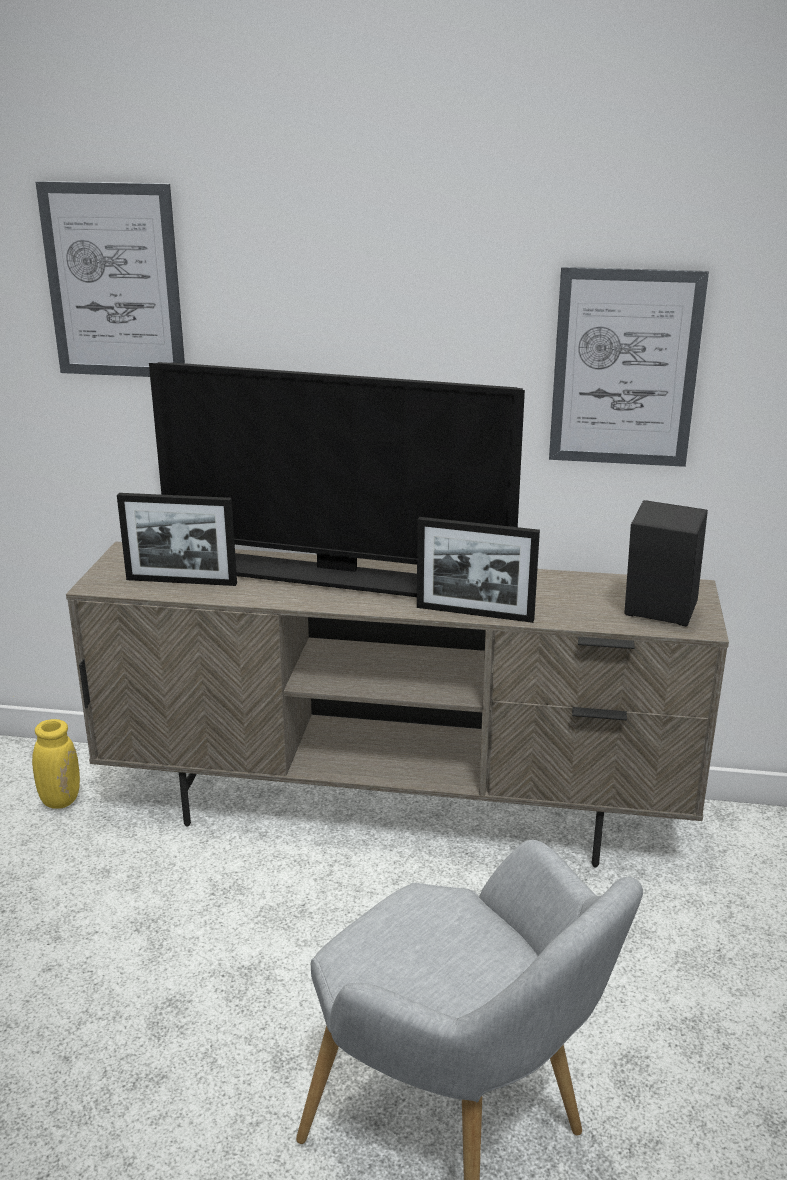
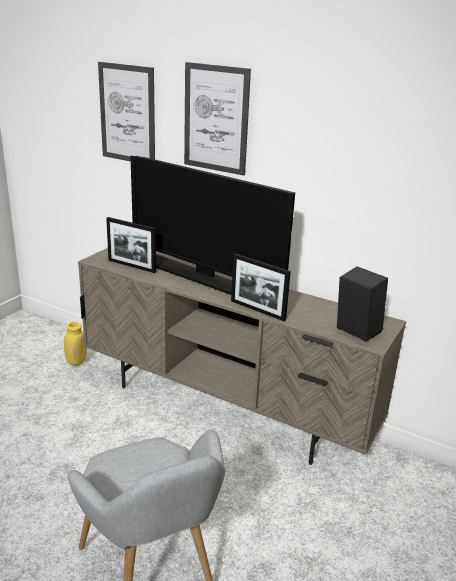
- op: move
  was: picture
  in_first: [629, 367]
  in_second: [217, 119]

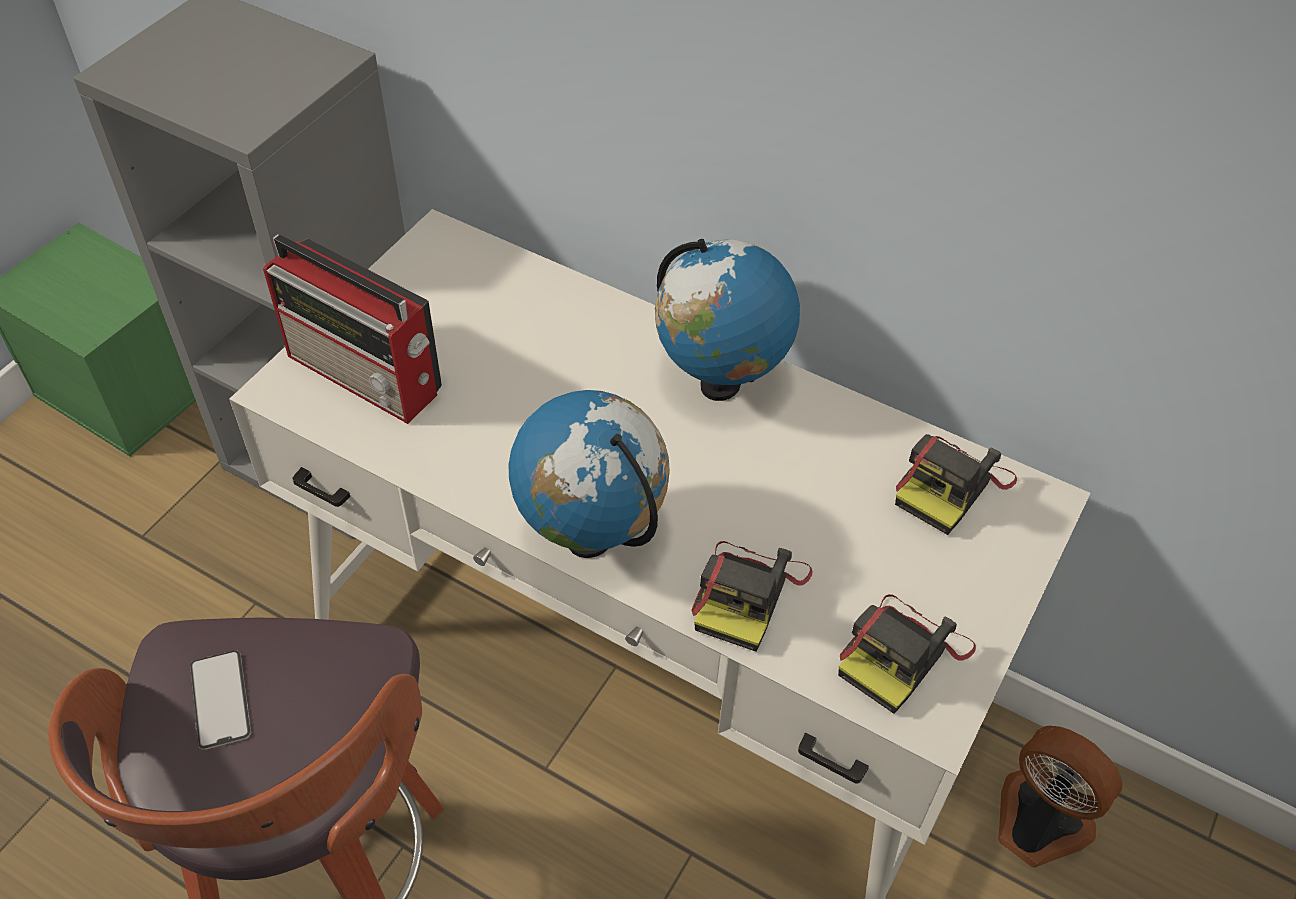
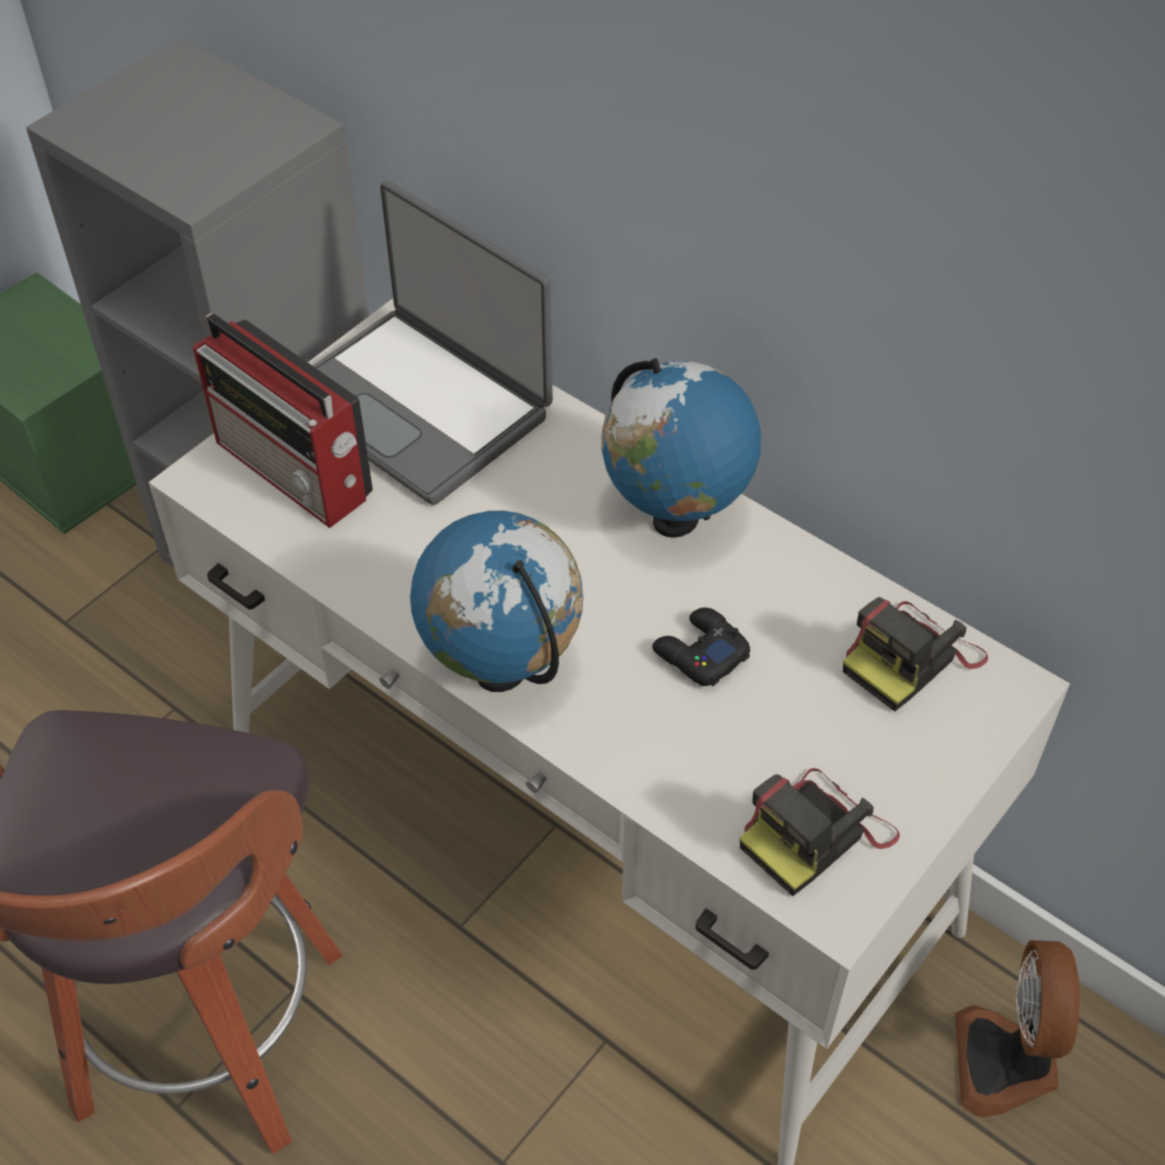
- op: delete
  was: telephone
  in_first: [220, 700]
- op: delete
  was: still camera
  in_first: [752, 596]
- op: rotate
  was: electric fan
  in_first: [1060, 797]
  in_second: [1017, 1028]
  clockwise: -135
- op: insert
  now: portable computer
  in_second: [433, 343]
- op: insert
  now: black-coloured gamepad
  in_second: [701, 647]

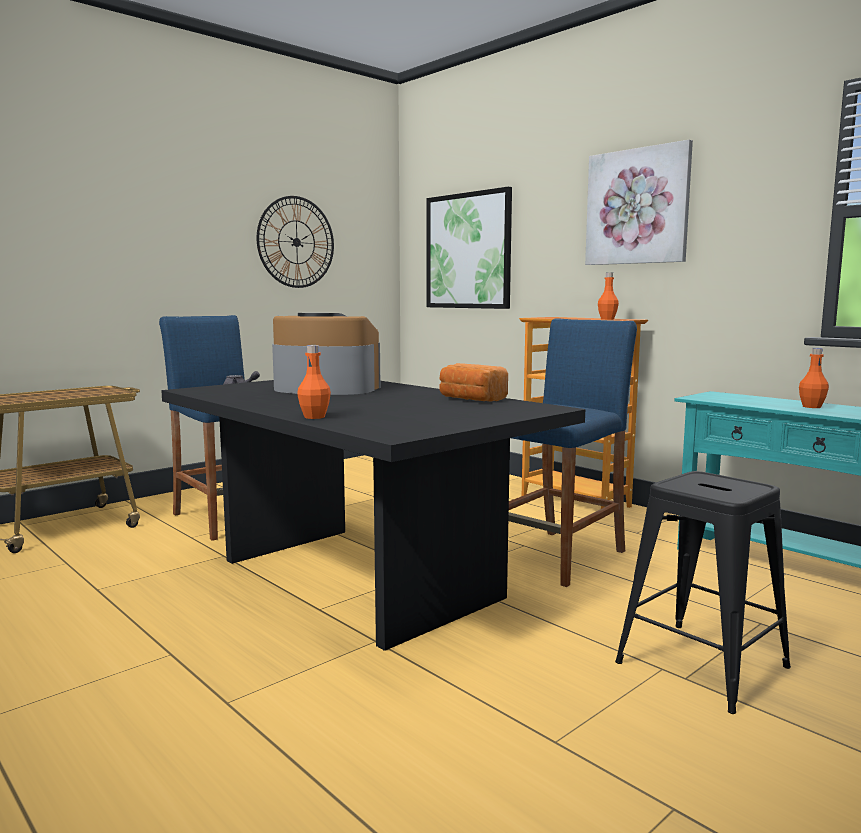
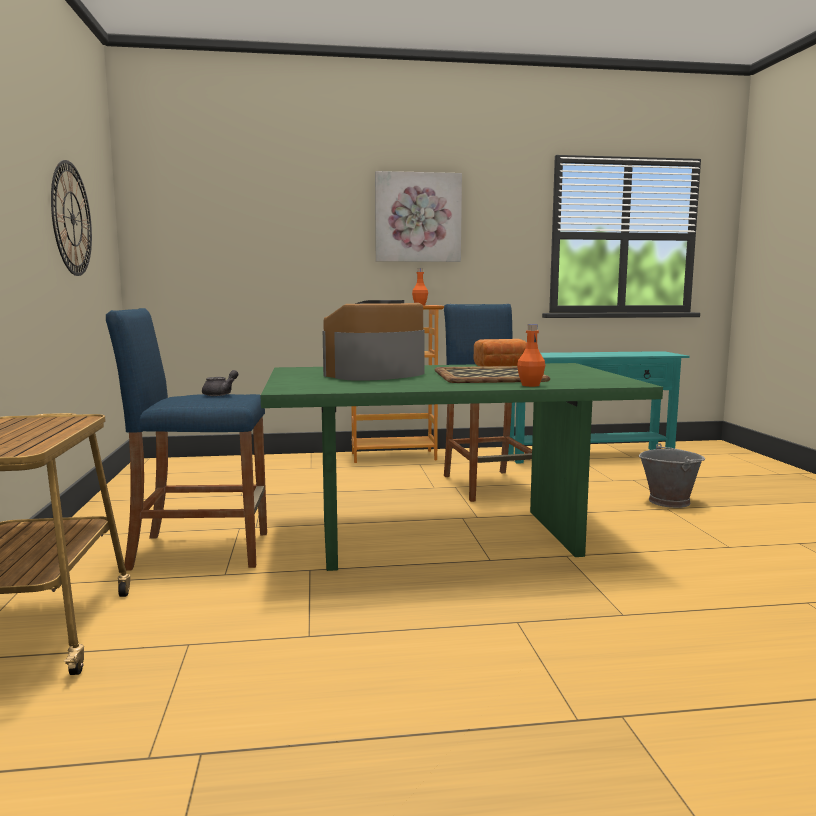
- op: recolor
  was: black-coloured dinner table
  now: greenish dinner table
  in_first: [373, 515]
  in_second: [461, 467]
- op: delete
  was: picture
  in_first: [469, 248]
- op: replace
  was: black-coloured stool seat
  now: gray bucket
  in_first: [703, 592]
  in_second: [672, 475]
- op: delete
  was: orangey drink bottle
  in_first: [814, 378]
- op: insert
  now: serving tray
  in_second: [492, 374]

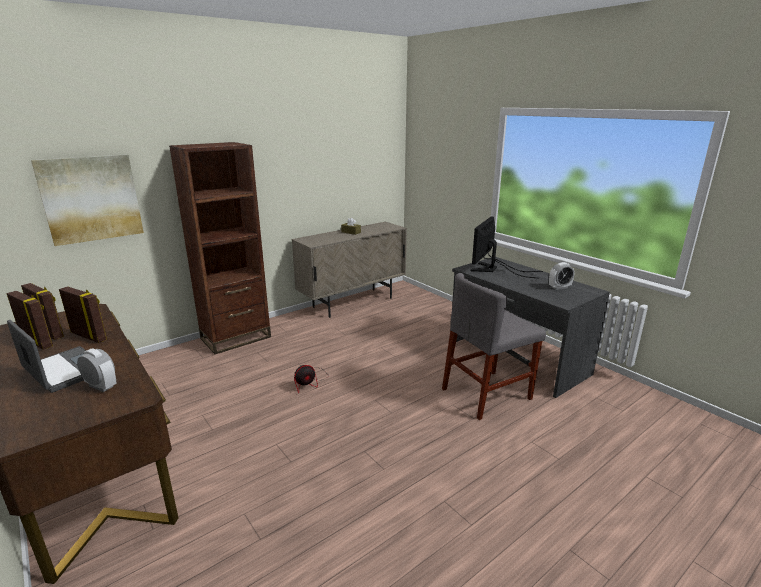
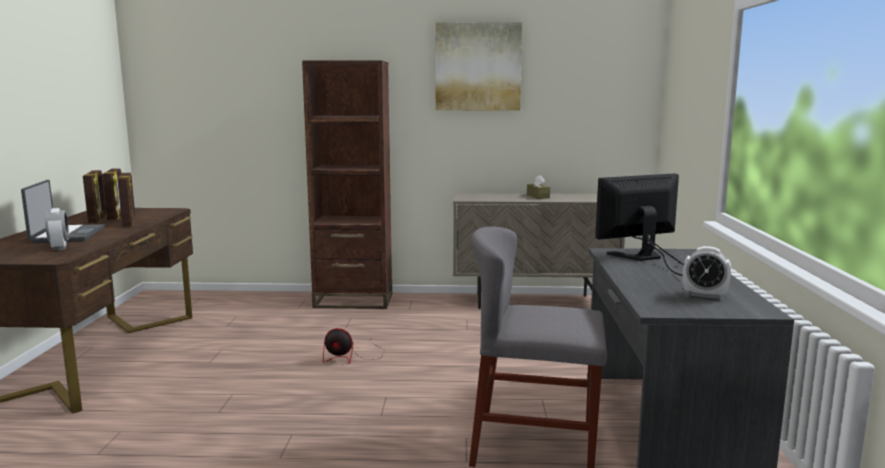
- op: move
  was: picture
  in_first: [87, 200]
  in_second: [478, 66]

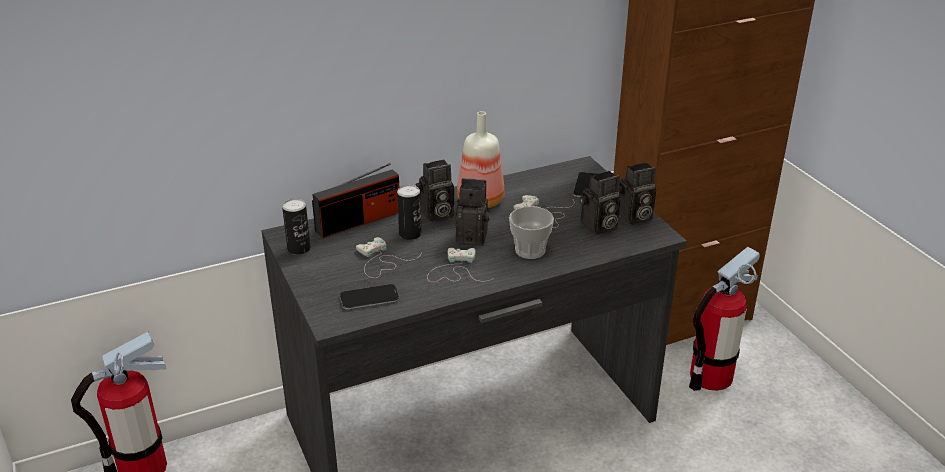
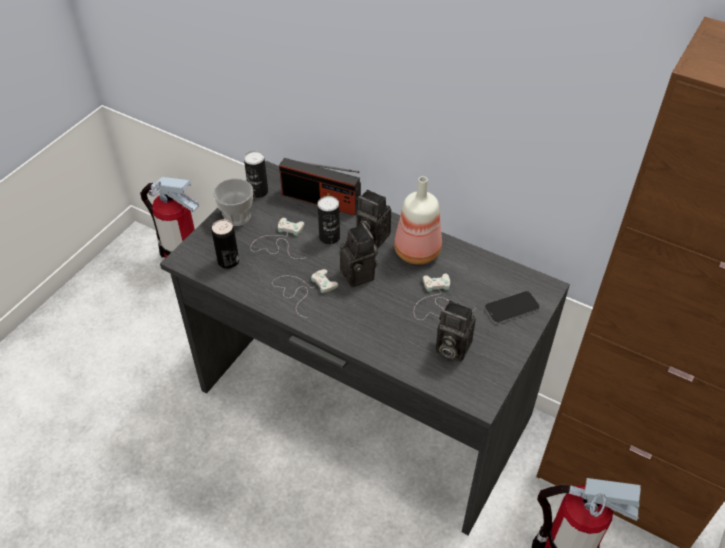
- op: replace
  was: telephone
  now: sealed can
  in_first: [370, 296]
  in_second: [225, 244]
- op: move
  was: small cup
  in_first: [531, 232]
  in_second: [233, 202]
- op: delete
  was: still camera
  in_first: [637, 193]

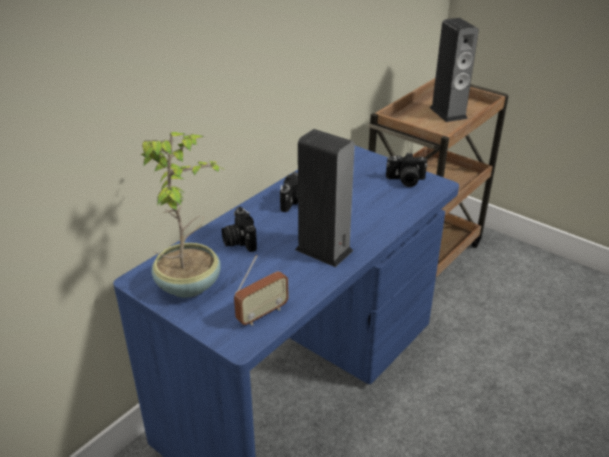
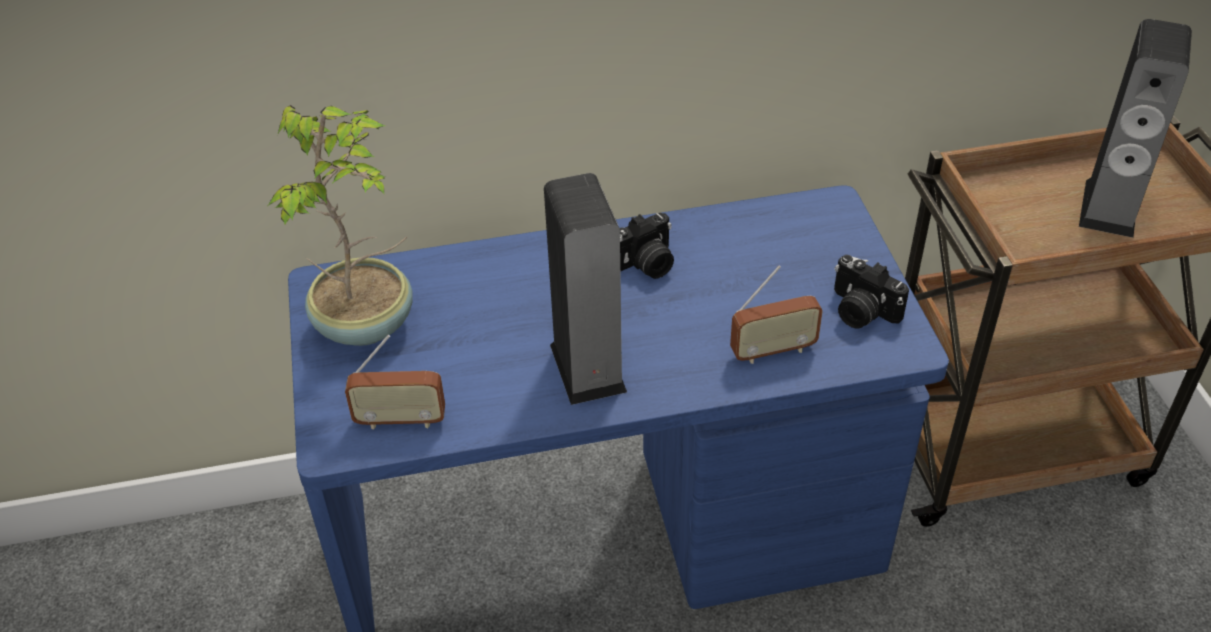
- op: delete
  was: still camera
  in_first: [239, 229]
- op: insert
  now: radio set
  in_second: [776, 315]

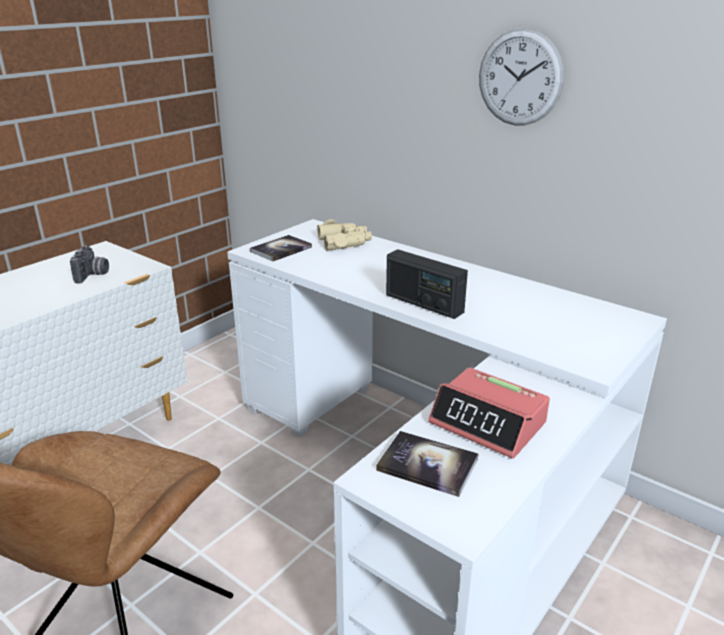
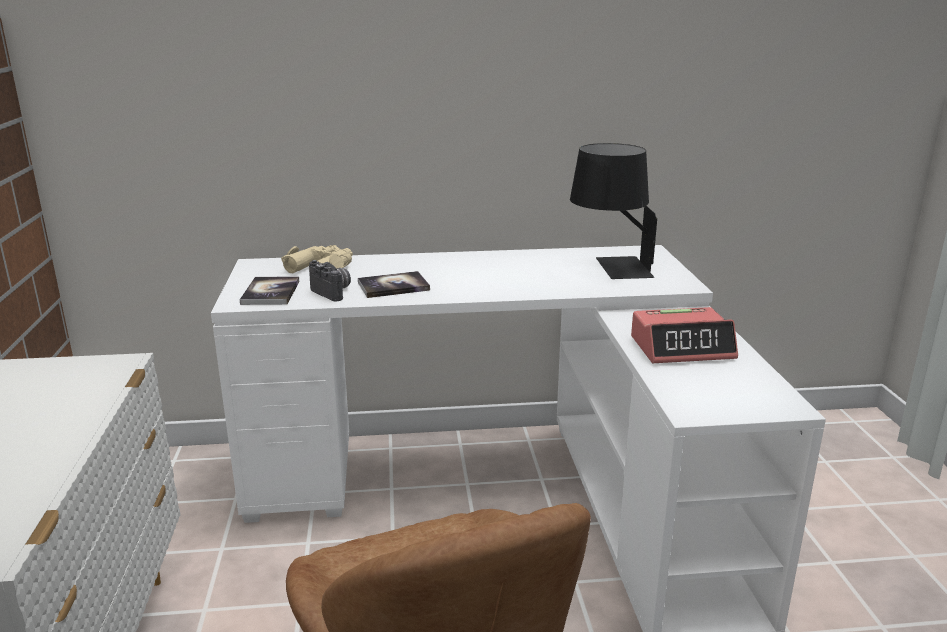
- op: move
  was: still camera
  in_first: [89, 264]
  in_second: [330, 280]
- op: move
  was: bound book
  in_first: [427, 464]
  in_second: [394, 284]
- op: delete
  was: radio set
  in_first: [427, 284]
- op: delete
  was: clock on the wall
  in_first: [521, 76]
- op: insert
  now: black-coloured table lamp
  in_second: [613, 211]

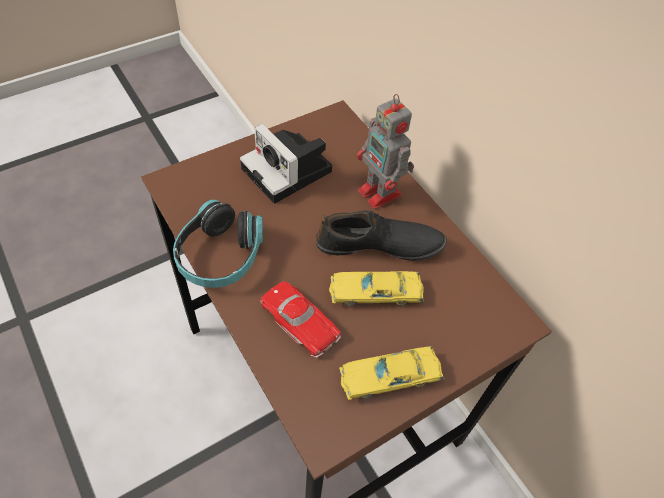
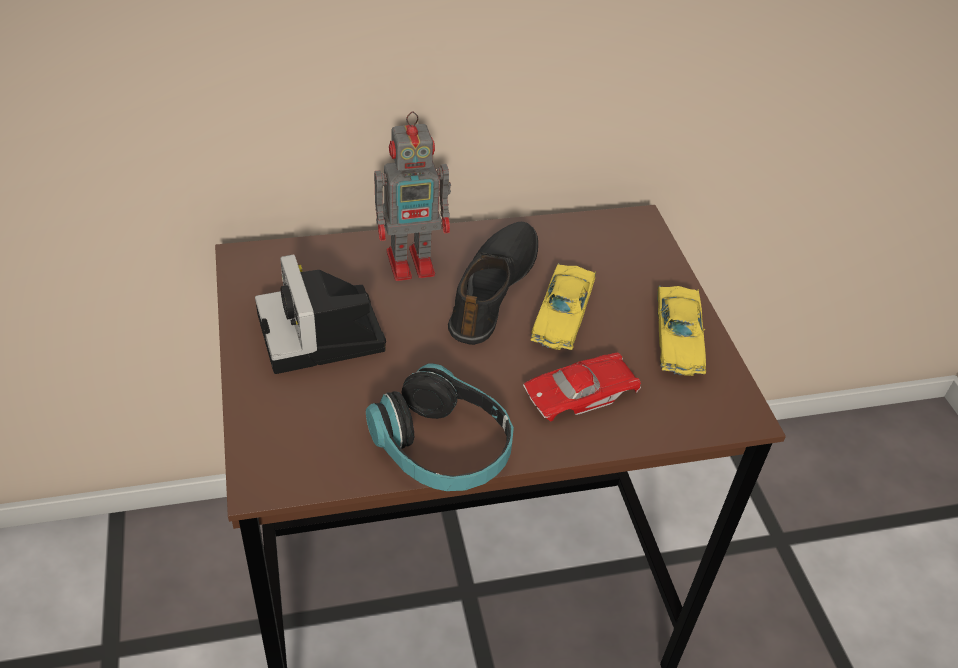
- op: rotate
  was: still camera
  in_first: [286, 164]
  in_second: [320, 314]
  clockwise: 90

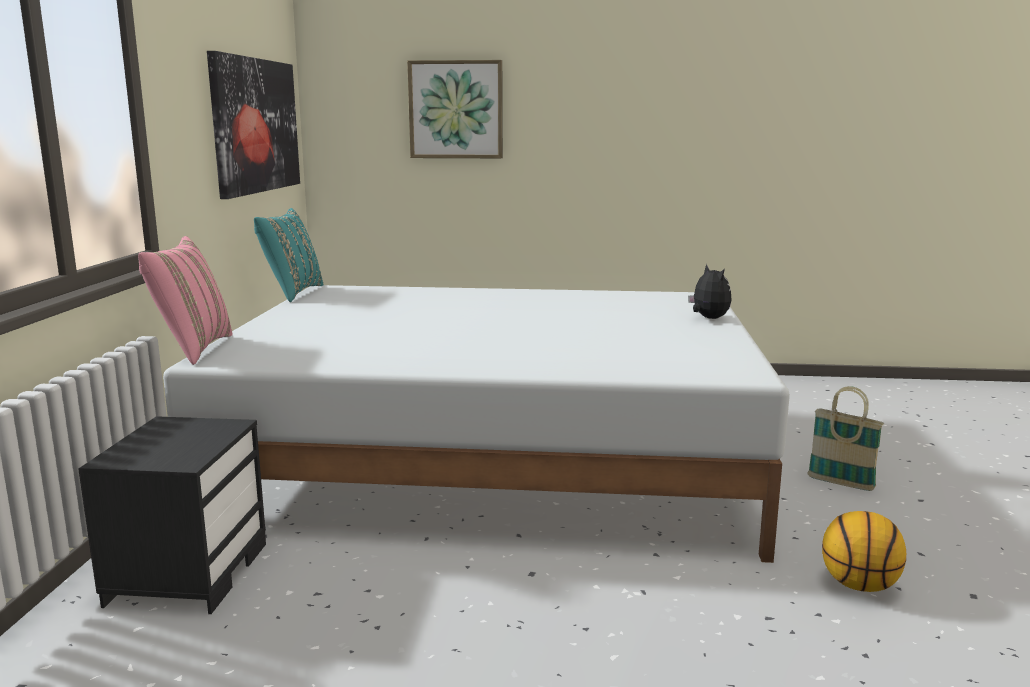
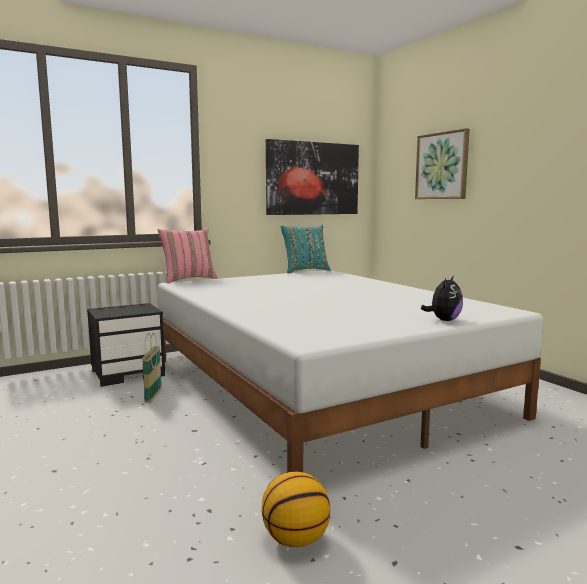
- op: move
  was: household basket
  in_first: [845, 438]
  in_second: [152, 368]

